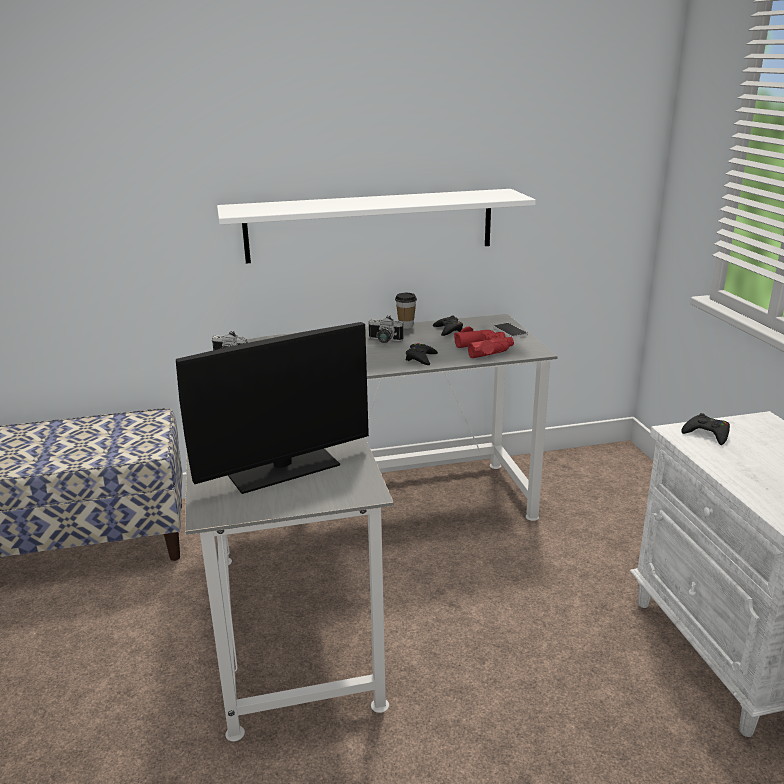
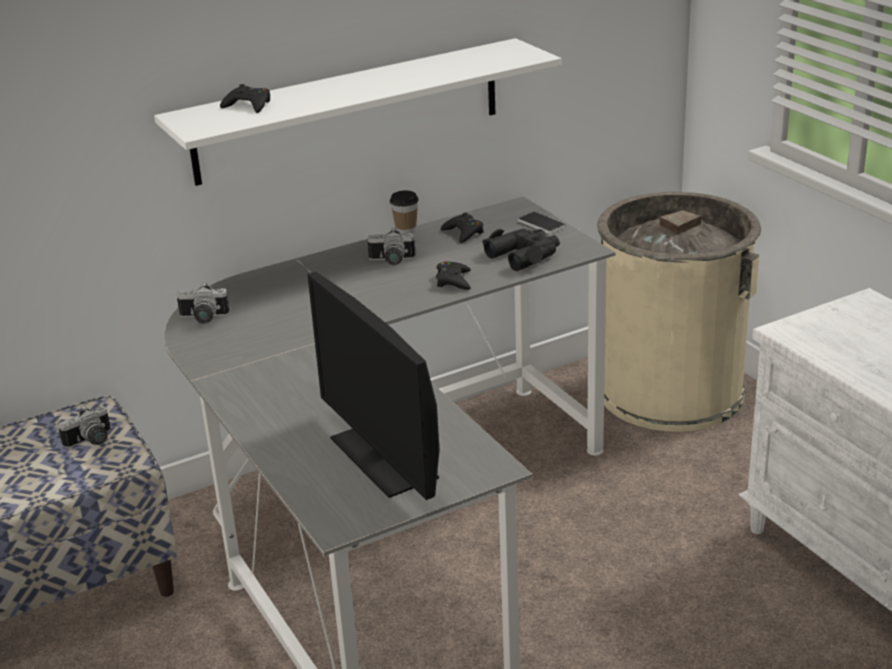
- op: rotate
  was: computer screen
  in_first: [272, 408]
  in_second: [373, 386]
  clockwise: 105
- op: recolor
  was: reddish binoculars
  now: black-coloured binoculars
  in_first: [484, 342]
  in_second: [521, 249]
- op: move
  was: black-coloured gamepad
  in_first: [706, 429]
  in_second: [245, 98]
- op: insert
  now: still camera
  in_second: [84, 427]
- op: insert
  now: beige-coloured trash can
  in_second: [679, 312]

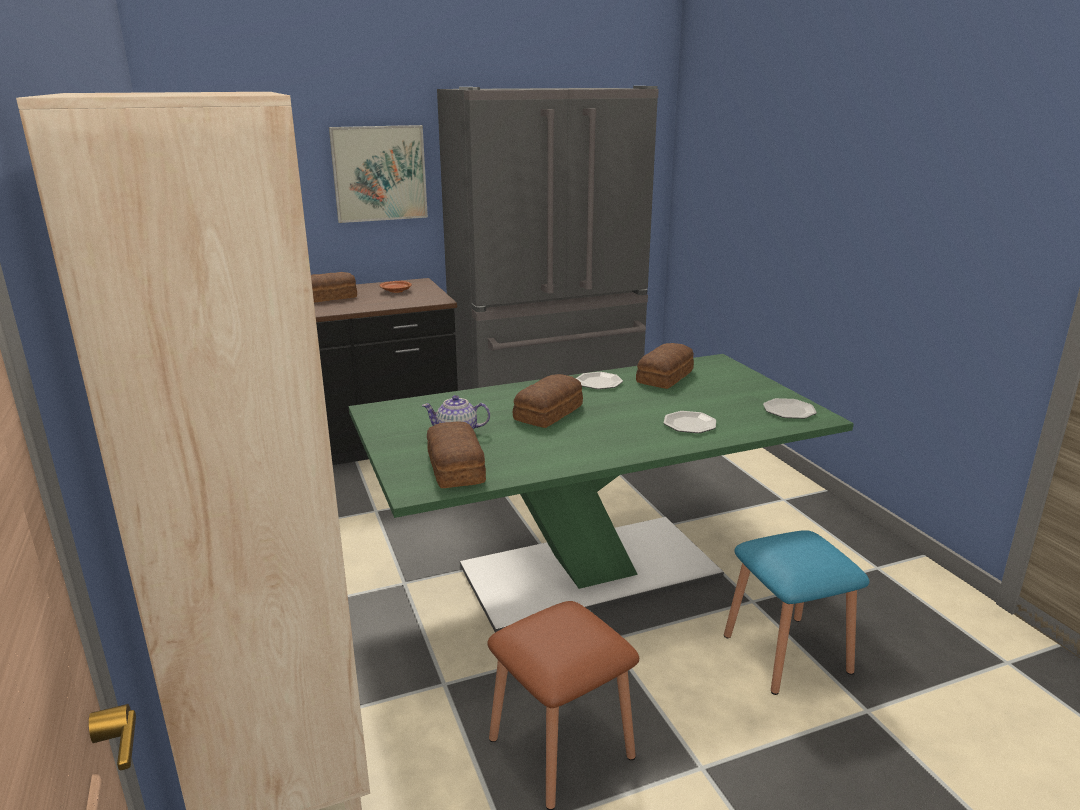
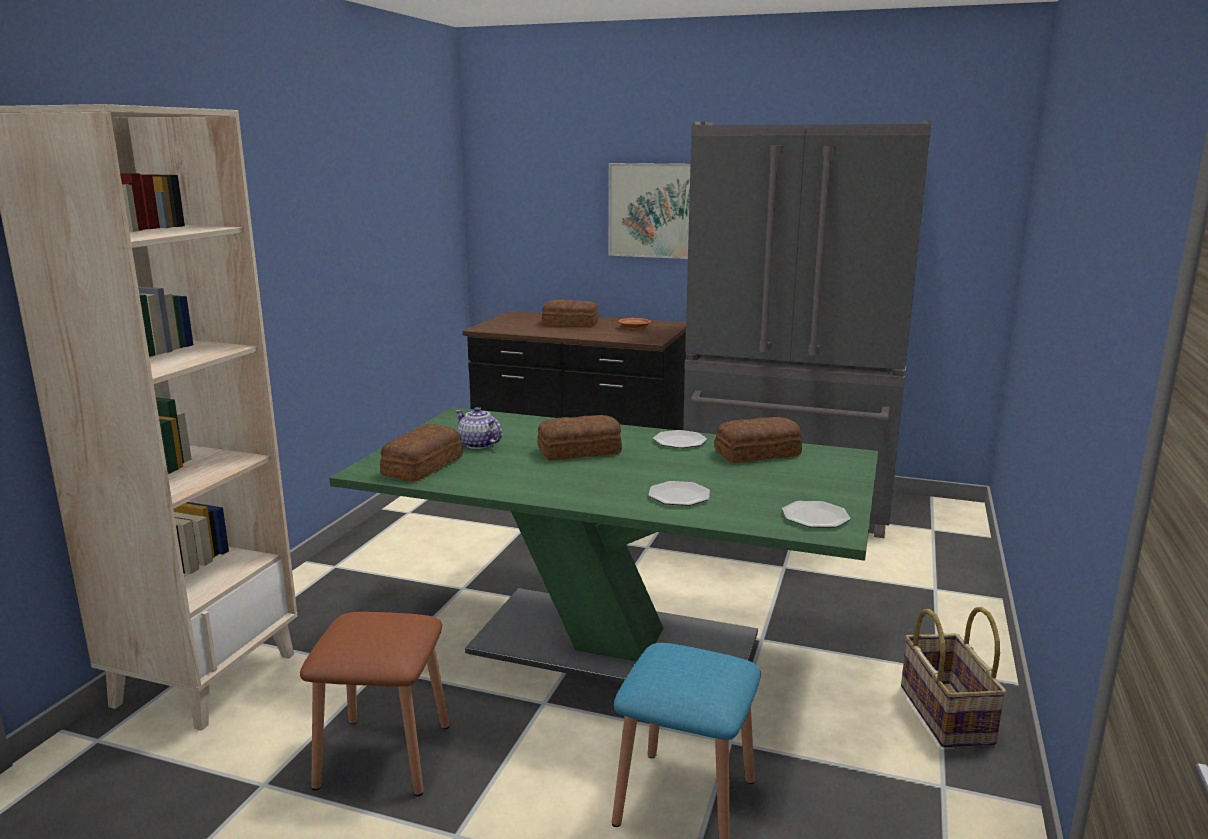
- op: insert
  now: household basket
  in_second: [954, 677]

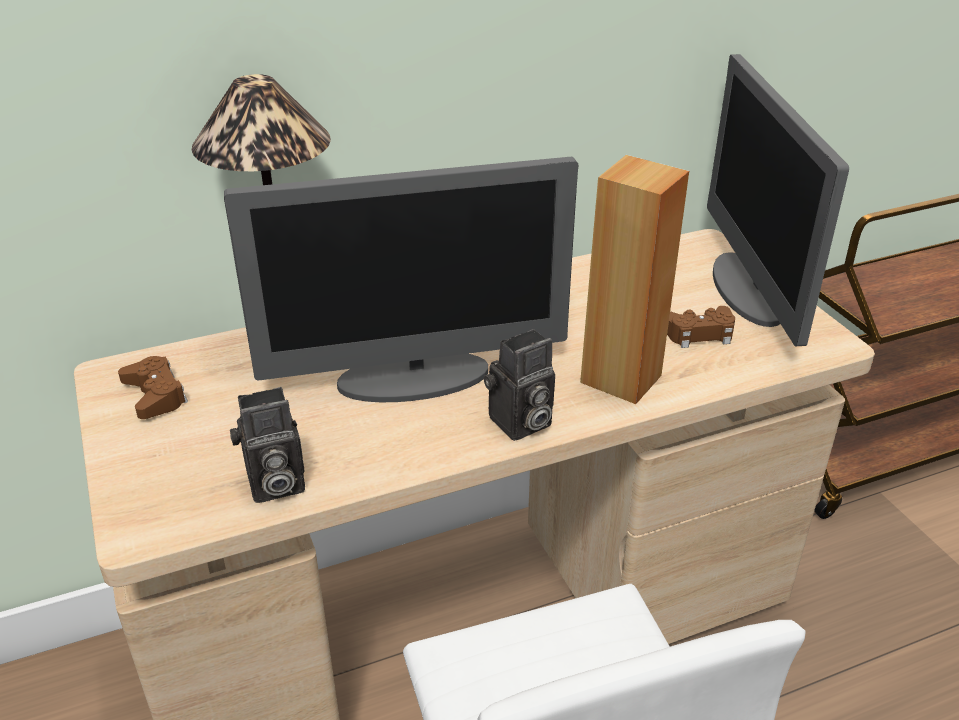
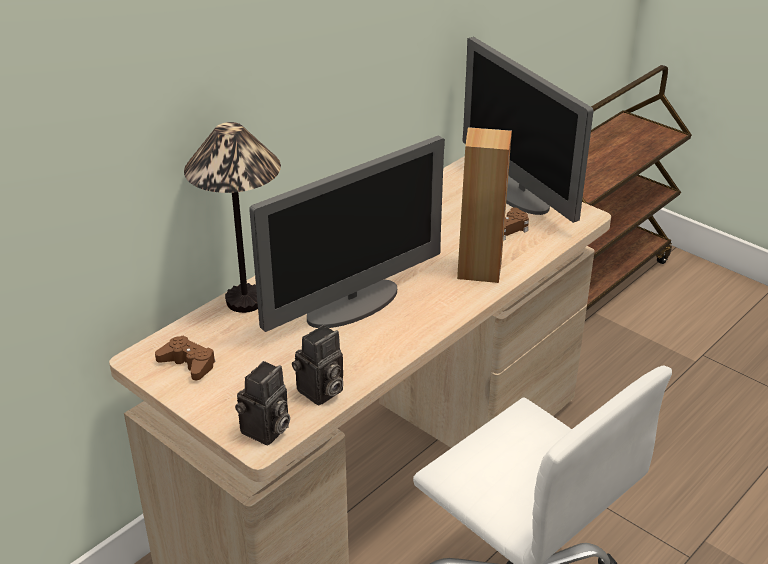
- op: move
  was: still camera
  in_first: [519, 385]
  in_second: [262, 403]

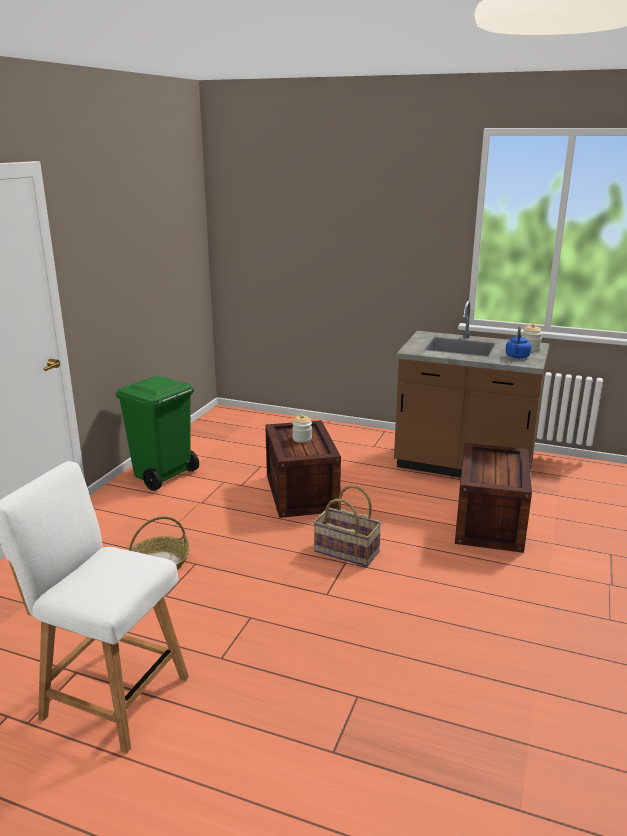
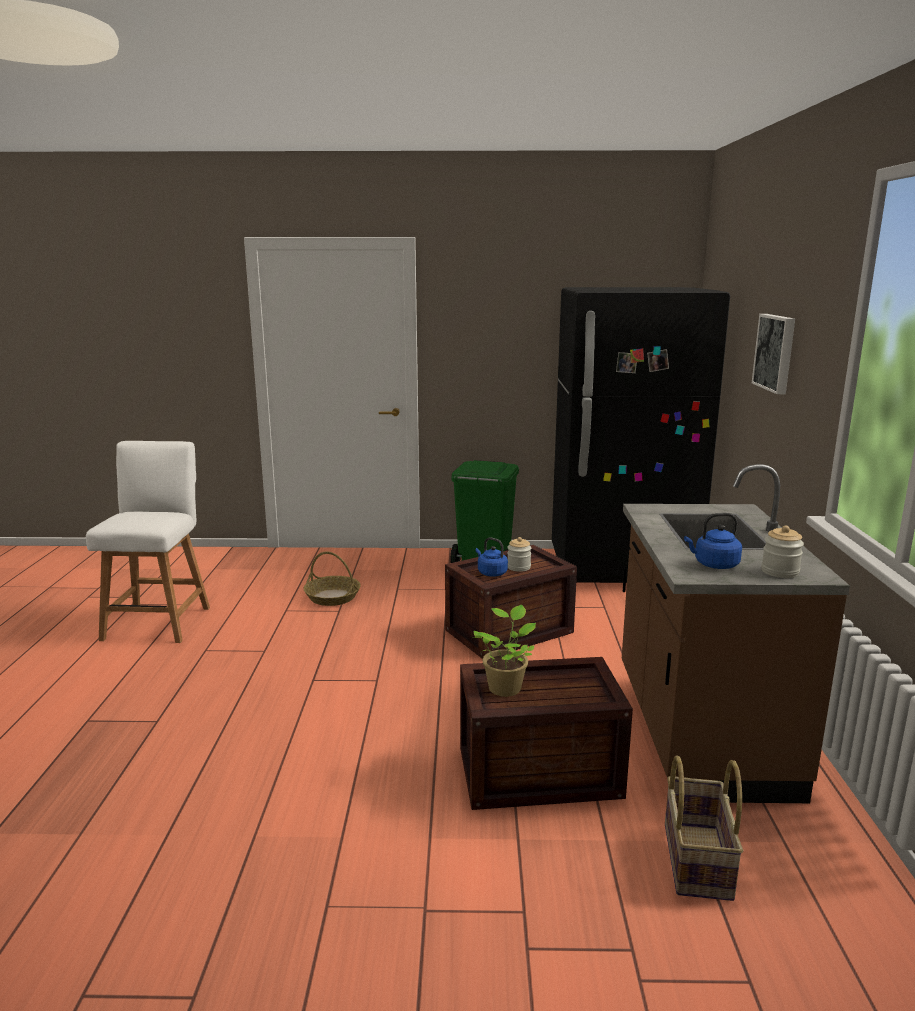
- op: move
  was: household basket
  in_first: [347, 526]
  in_second: [704, 828]
- op: insert
  now: plant in a pot
  in_second: [504, 651]
- op: insert
  now: blue tea kettle
  in_second: [491, 557]
- op: insert
  now: black-coloured refrigerator
  in_second: [641, 435]
- op: insert
  now: picture
  in_second: [773, 354]

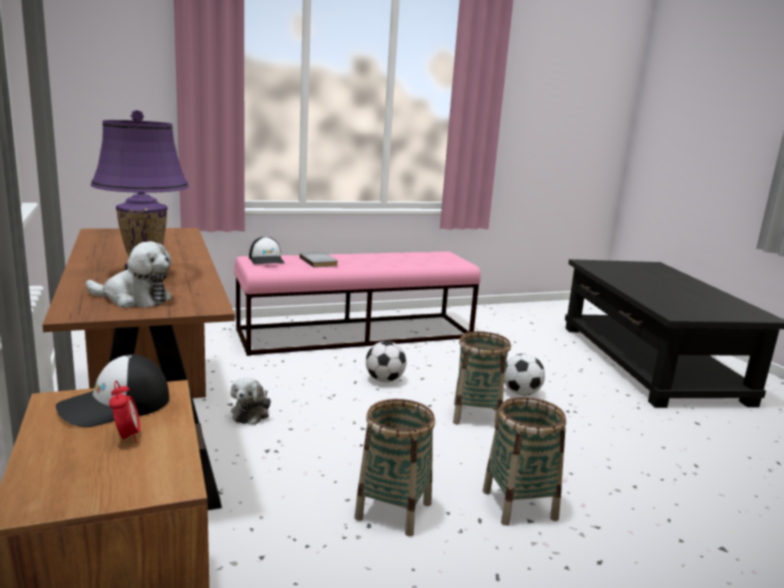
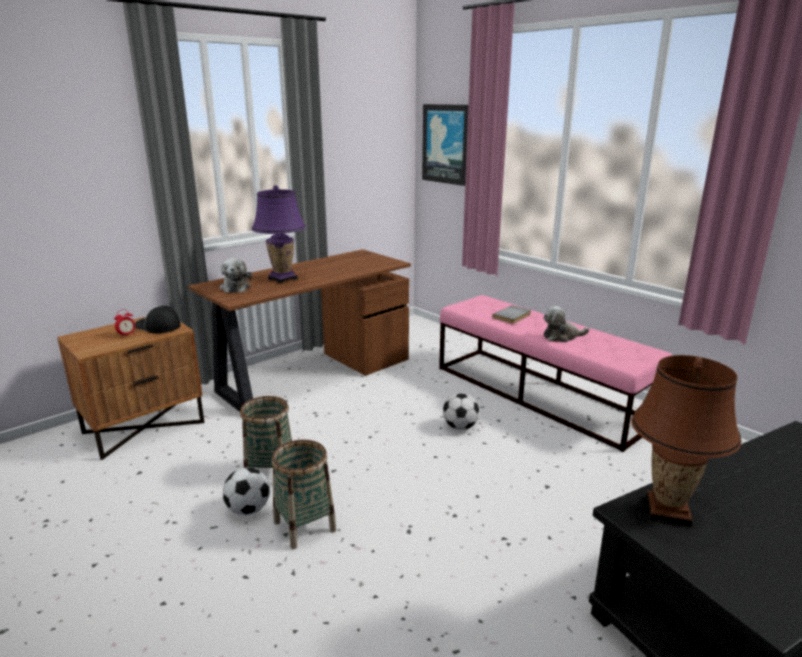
- op: move
  was: cuddly toy
  in_first: [251, 401]
  in_second: [566, 324]
- op: delete
  was: cap
  in_first: [266, 250]
- op: delete
  was: household basket
  in_first: [482, 379]
- op: move
  was: football
  in_first: [524, 375]
  in_second: [246, 491]
- op: insert
  now: picture
  in_second: [445, 145]
- op: insert
  now: brown-coloured table lamp
  in_second: [686, 441]

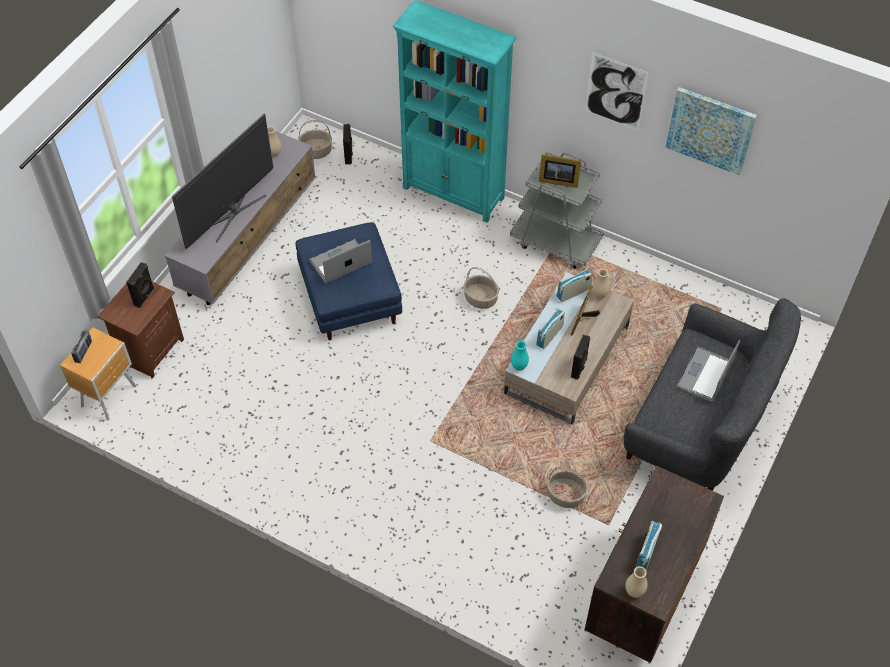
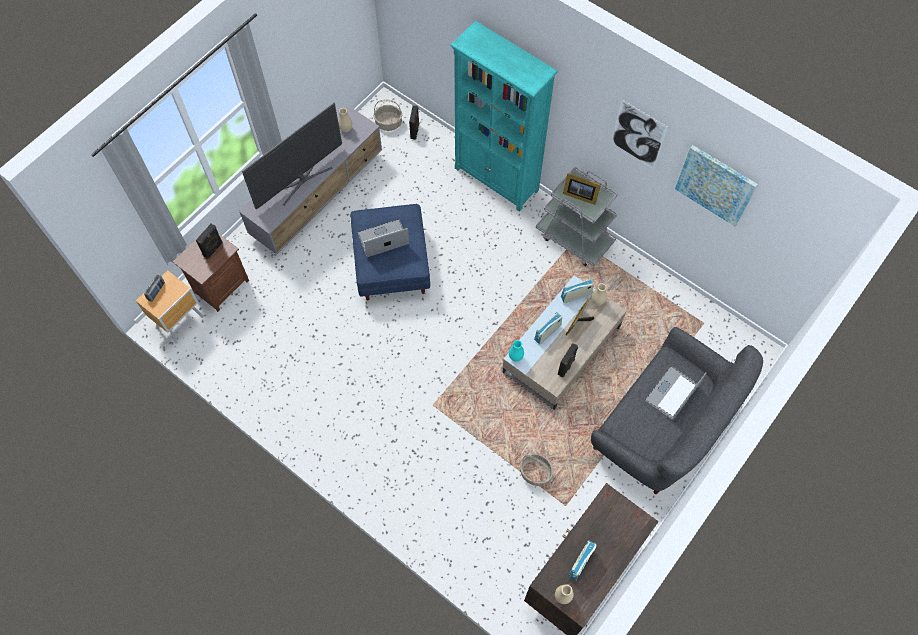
- op: delete
  was: household basket
  in_first: [481, 288]

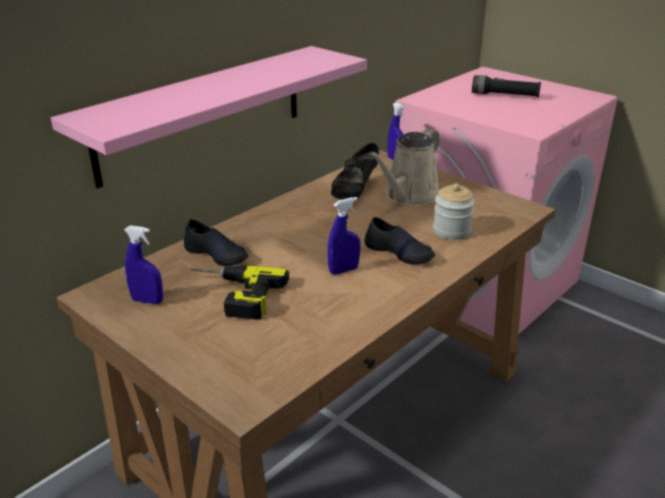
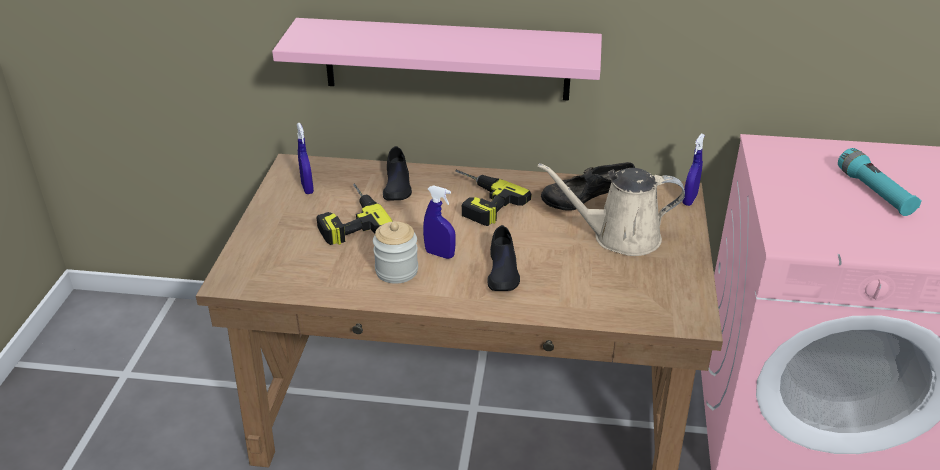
- op: move
  was: jar
  in_first: [454, 211]
  in_second: [395, 252]
- op: recolor
  was: black-coloured hand torch
  now: turquoise hand torch
  in_first: [506, 86]
  in_second: [879, 182]
- op: insert
  now: drill
  in_second: [493, 198]

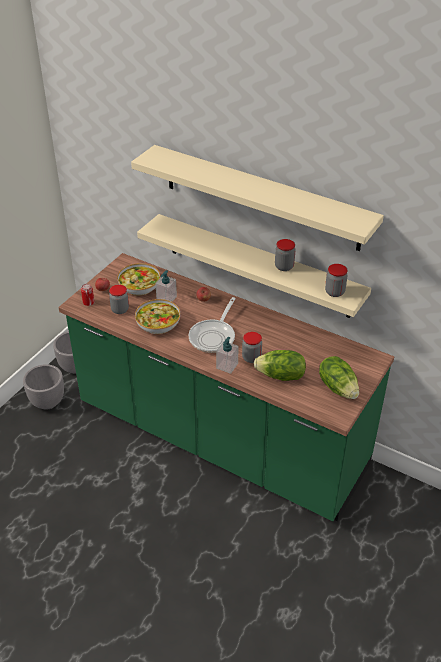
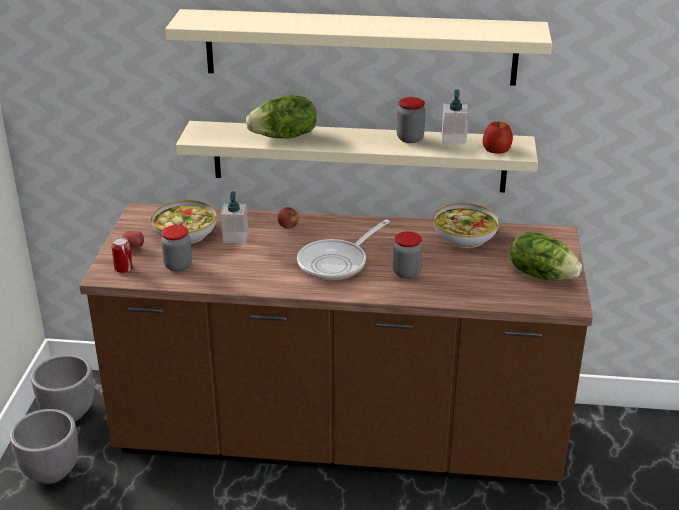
- op: recolor
  was: greenish kitchen counter
  now: brown-coloured kitchen counter
  in_first: [226, 387]
  in_second: [336, 344]
- op: move
  was: deep dish
  in_first: [157, 316]
  in_second: [466, 225]
- op: rotate
  was: frying pan
  in_first: [212, 325]
  in_second: [343, 249]
  clockwise: 45
- op: move
  was: soap bottle
  in_first: [227, 355]
  in_second: [455, 117]
- op: move
  was: lettuce head
  in_first: [280, 365]
  in_second: [281, 116]
- op: replace
  was: jar
  now: apple
  in_first: [336, 280]
  in_second: [498, 137]

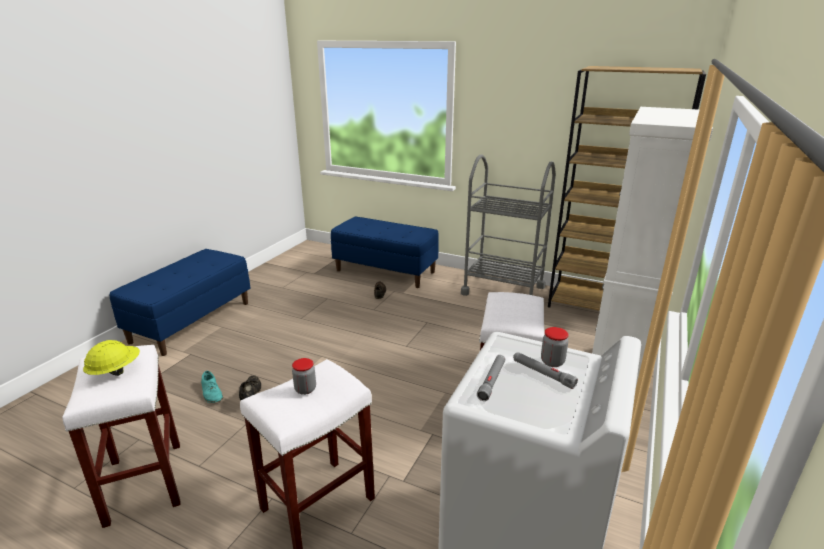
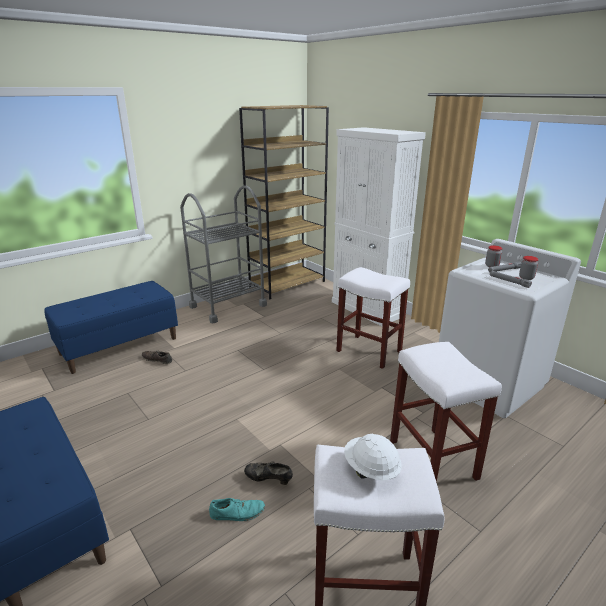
- op: recolor
  was: yellow-coloured work helmet
  now: white work helmet
  in_first: [111, 358]
  in_second: [373, 457]
- op: move
  was: jar
  in_first: [304, 376]
  in_second: [529, 268]

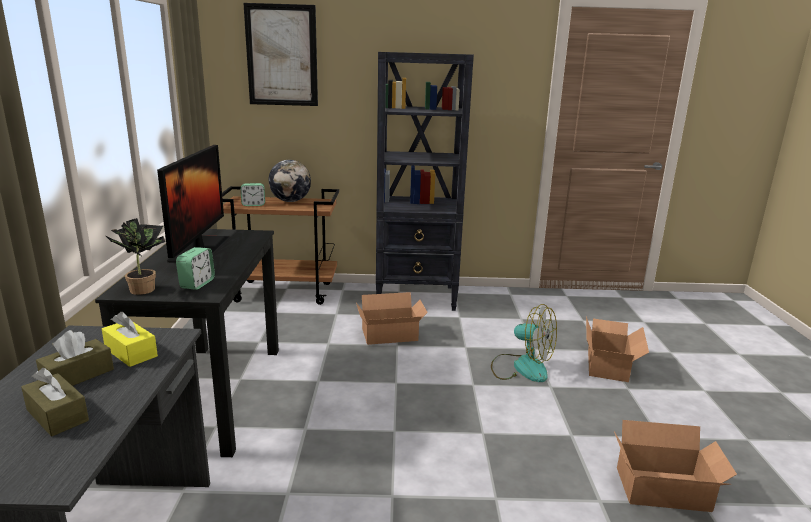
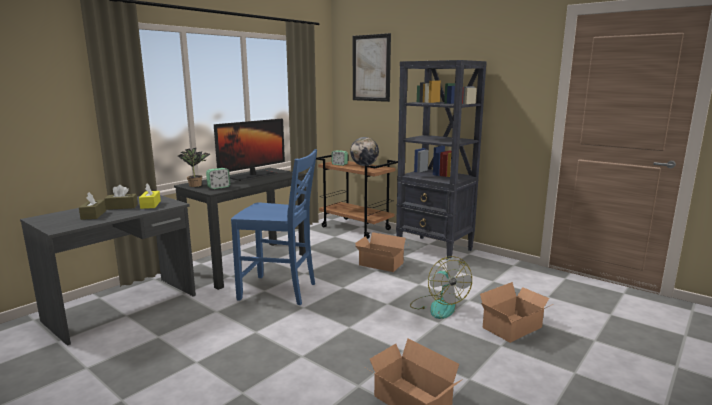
- op: insert
  now: blue upright chair
  in_second: [274, 227]

